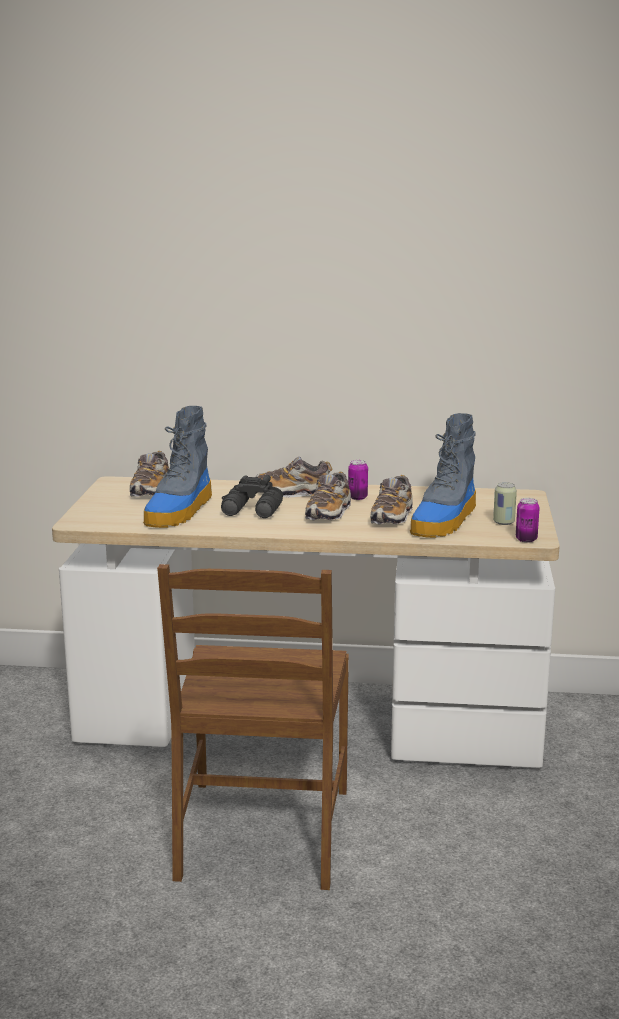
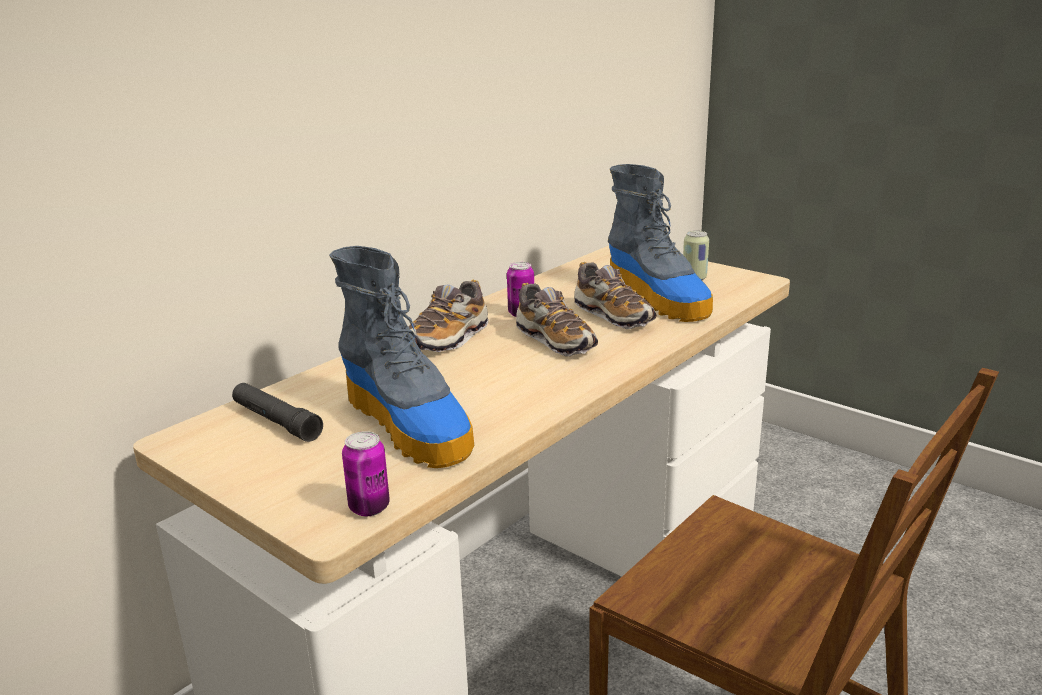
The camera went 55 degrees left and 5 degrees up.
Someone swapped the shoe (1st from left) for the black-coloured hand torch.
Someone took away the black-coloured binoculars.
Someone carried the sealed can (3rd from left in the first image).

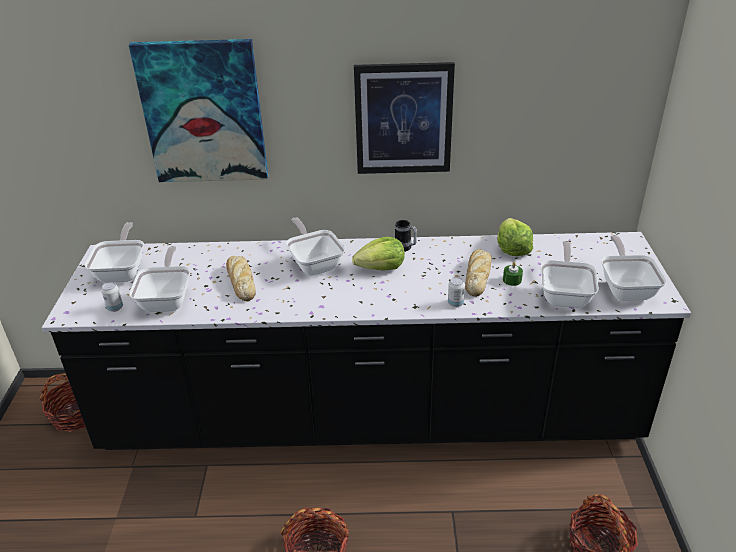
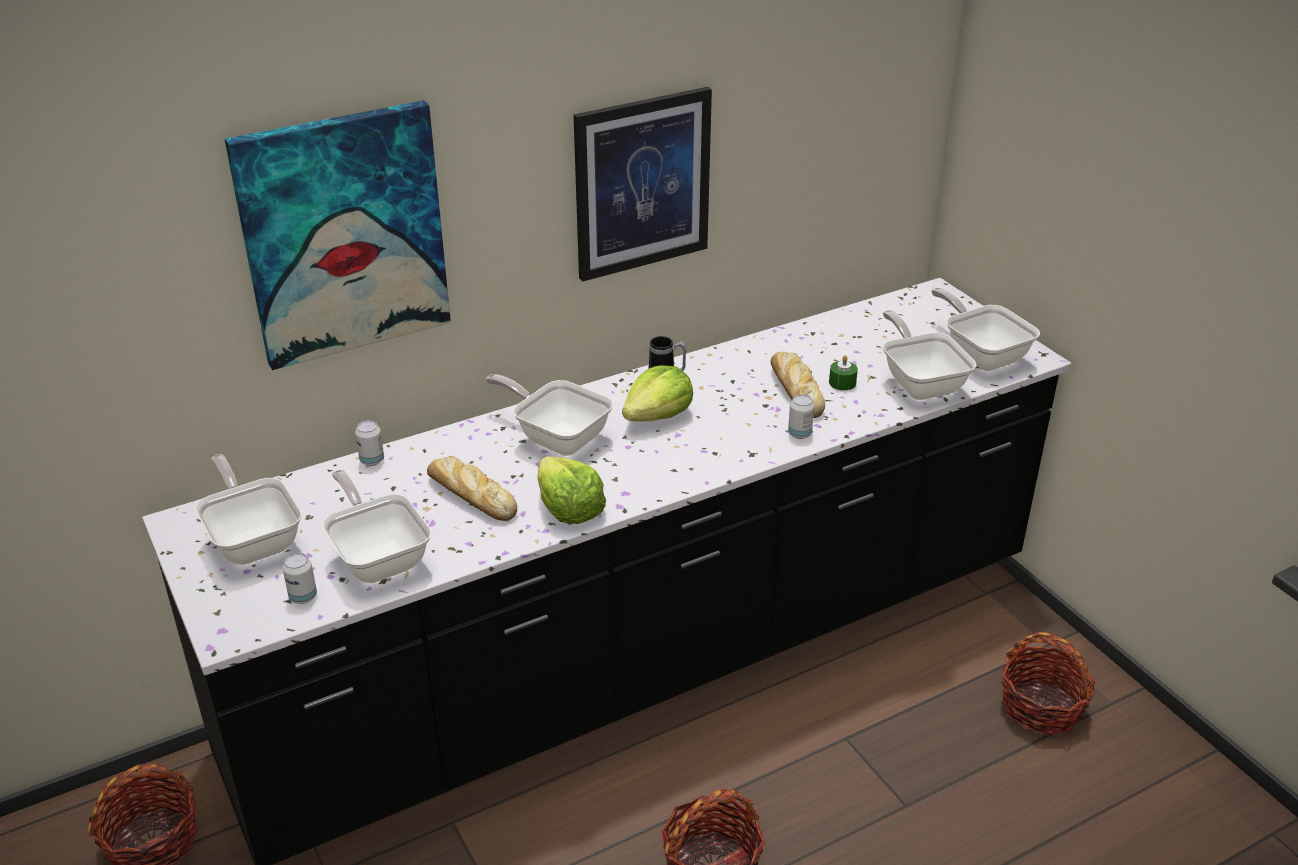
The camera went 30 degrees left and 0 degrees up.
Someone carried the lettuce head (2nd from left in the first image).
Someone put down the sealed can (2nd from left).

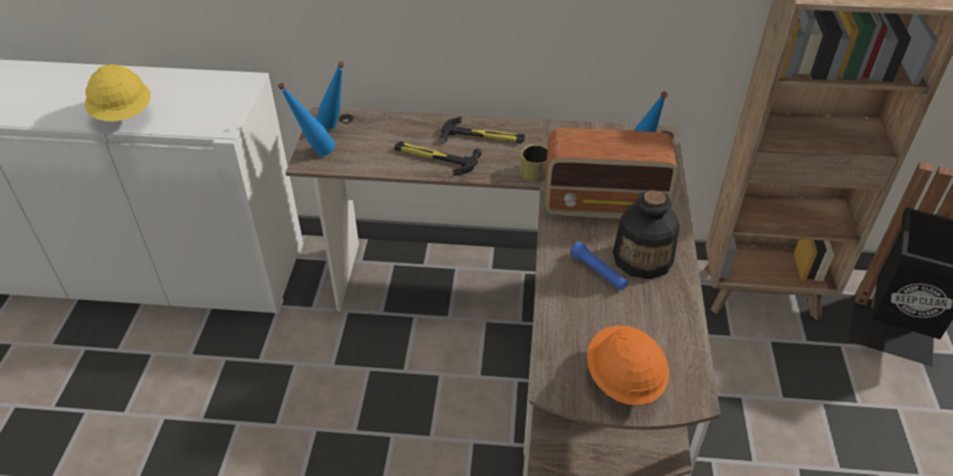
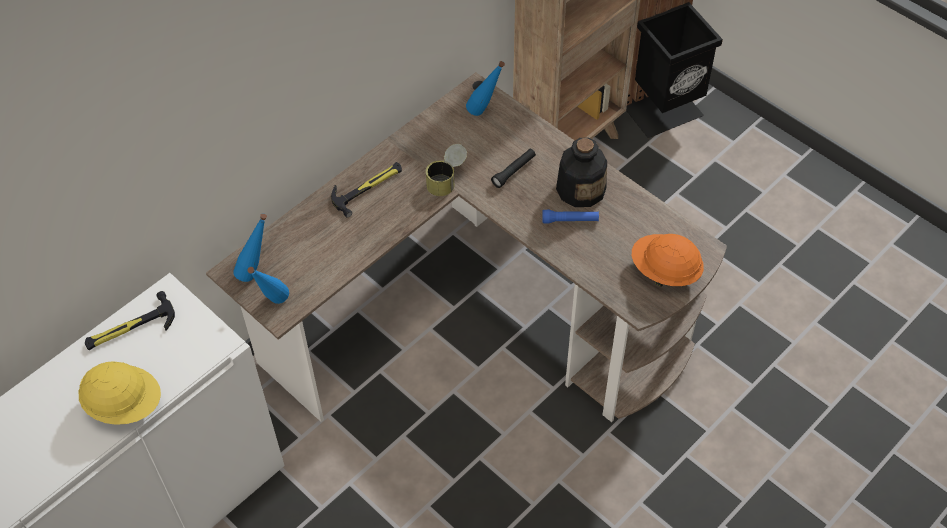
The camera went 50 degrees left and 10 degrees up.
Someone carried the hand hammer (1st from left).
Someone swapped the radio set for the black-coloured hand torch.

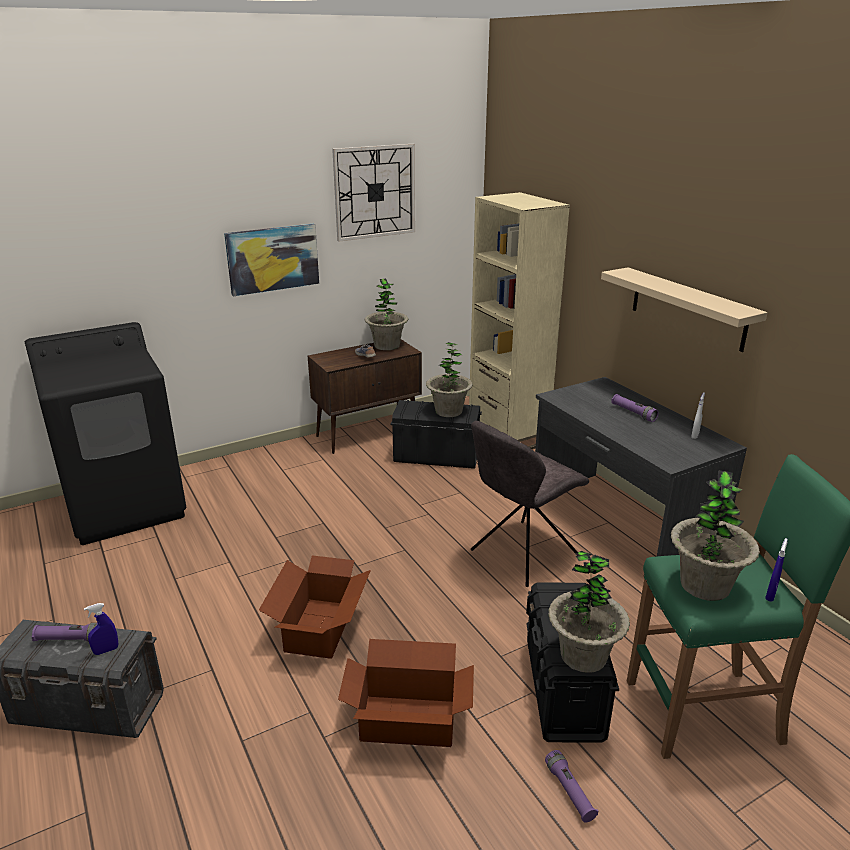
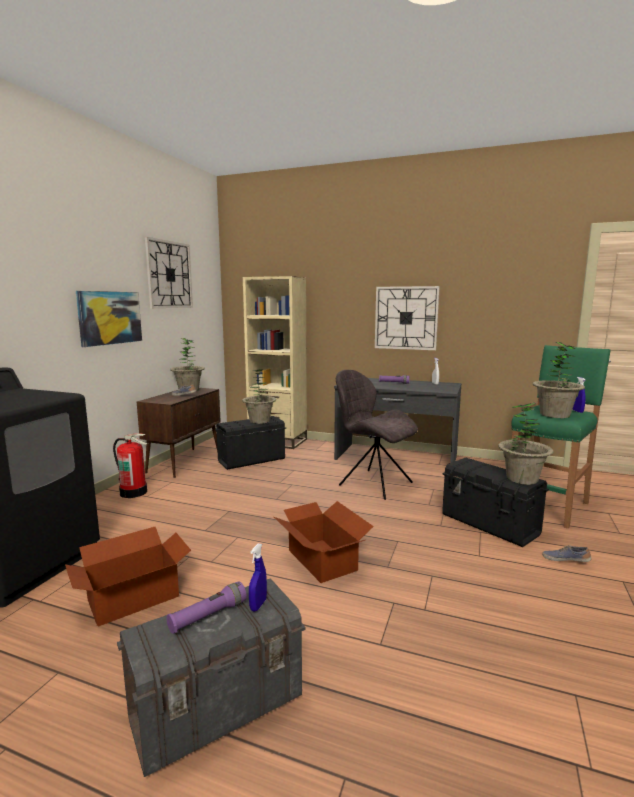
The camera went 40 degrees left and 15 degrees down.
Someone carried the cardboard box (2nd from left in the first image).
Someone rotated the grey upright chair by 120 degrees clockwise.
Someone swapped the purple hand torch (2nd from left) for the shoe (2nd from left).
Someone swapped the sand-coloured bracket shelf for the hanging clock (2nd from left).
Someone put down the fire extinguisher.

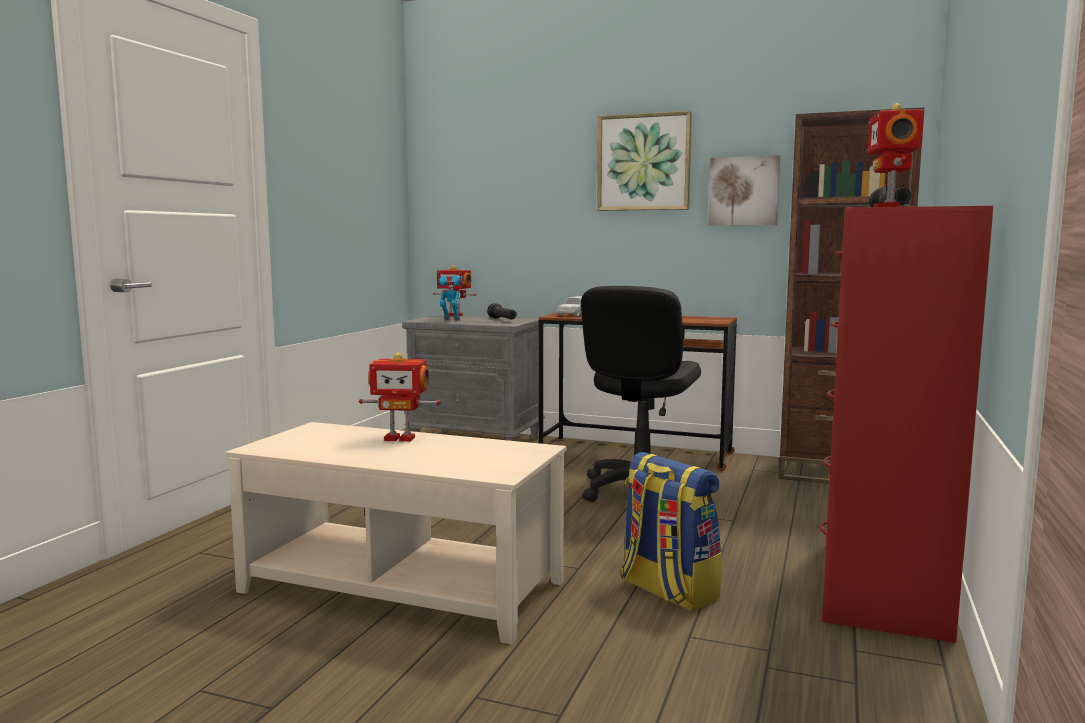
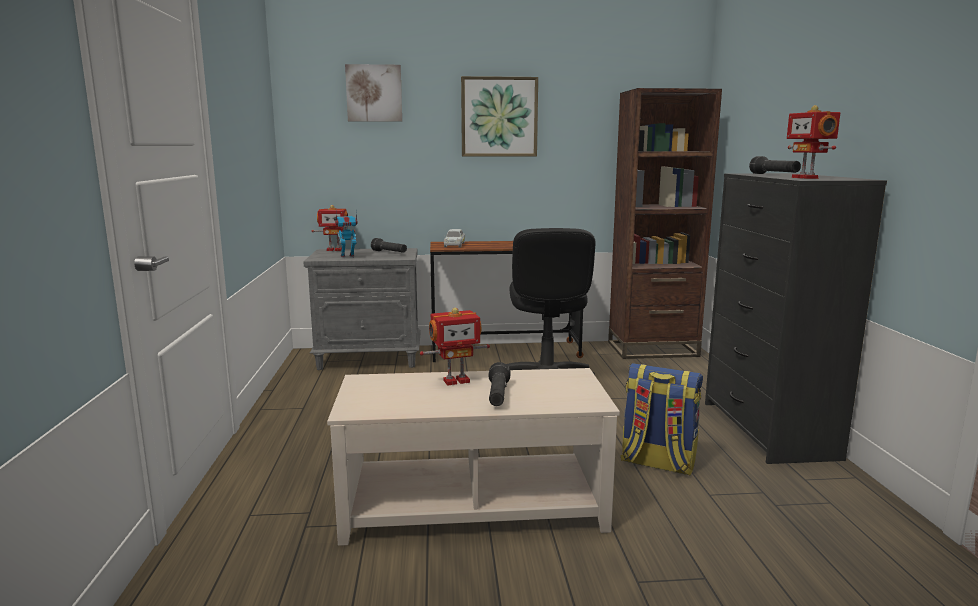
The camera went 25 degrees left and 5 degrees up.
Someone carried the picture (2nd from left in the first image).
Someone repainted the red dresser, which became the black-coloured dresser.
Someone put down the black-coloured hand torch (2nd from left).

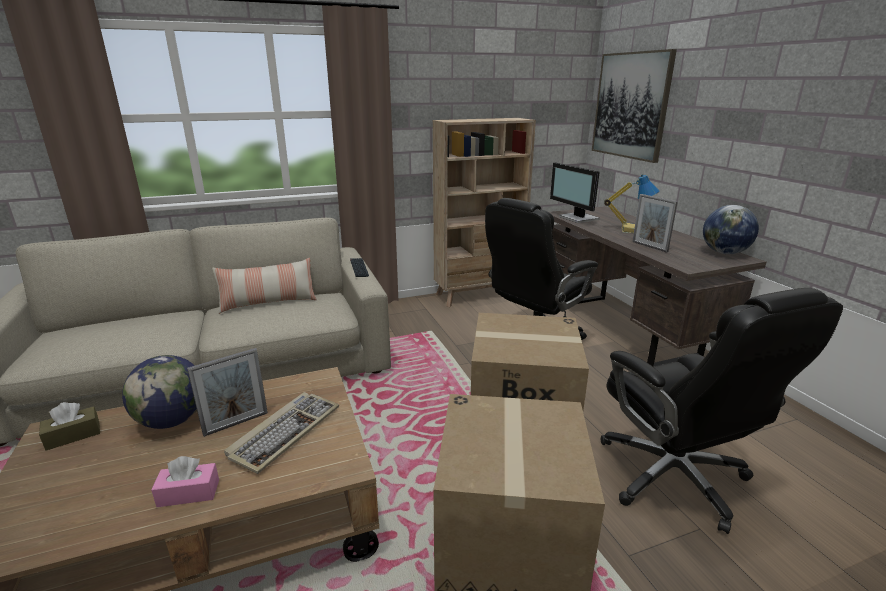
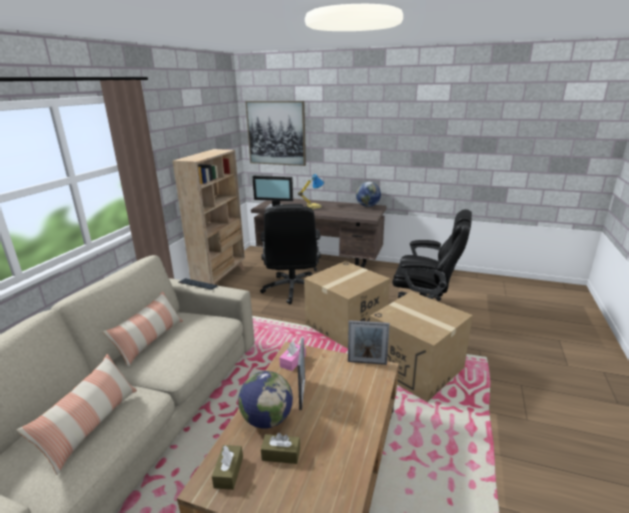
The camera went 50 degrees left and 0 degrees up.
Someone carried the pink-coloured tissue box.
Someone took away the keyboard (1st from left).
Someone carried the standing frame (2nd from left).
Someone put down the throw pillow (1st from left).
Someone put down the brownish tissue box (2nd from left).

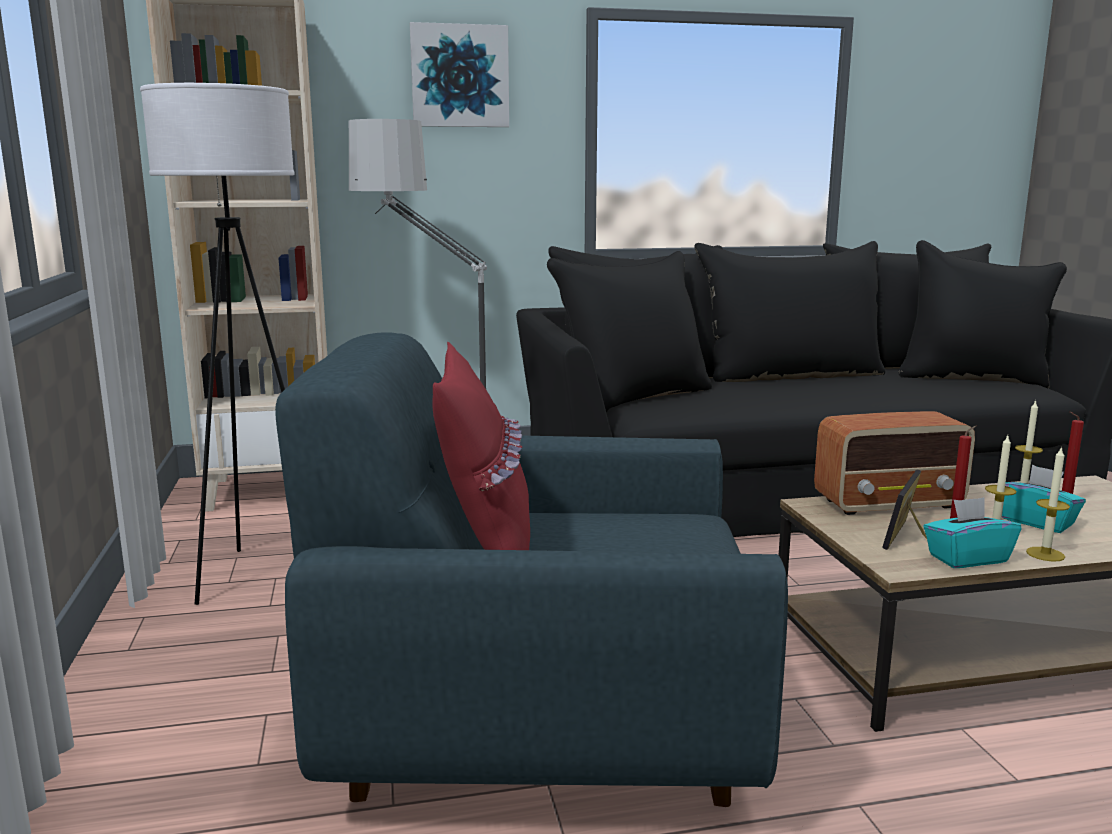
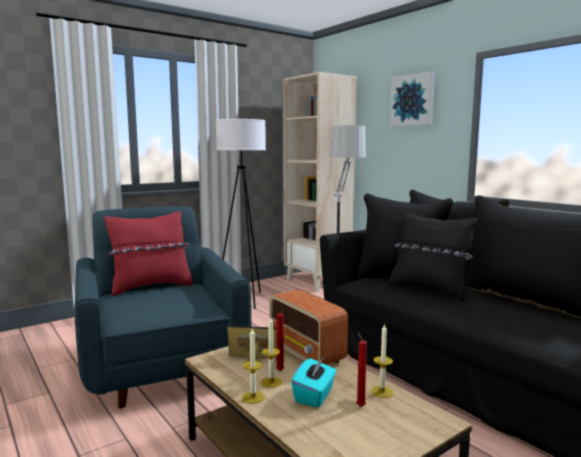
The camera went 65 degrees right and 5 degrees down.
Someone took away the turquoise-coloured tissue box (1st from left).
Someone put down the black-coloured throw pillow.

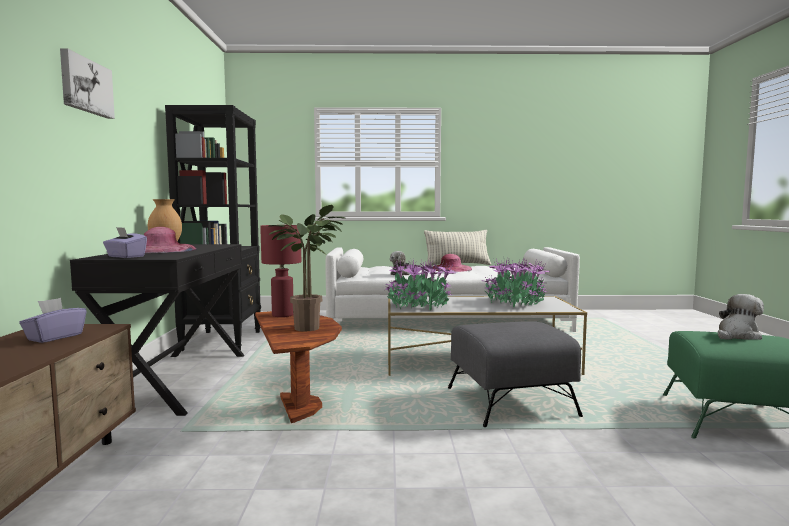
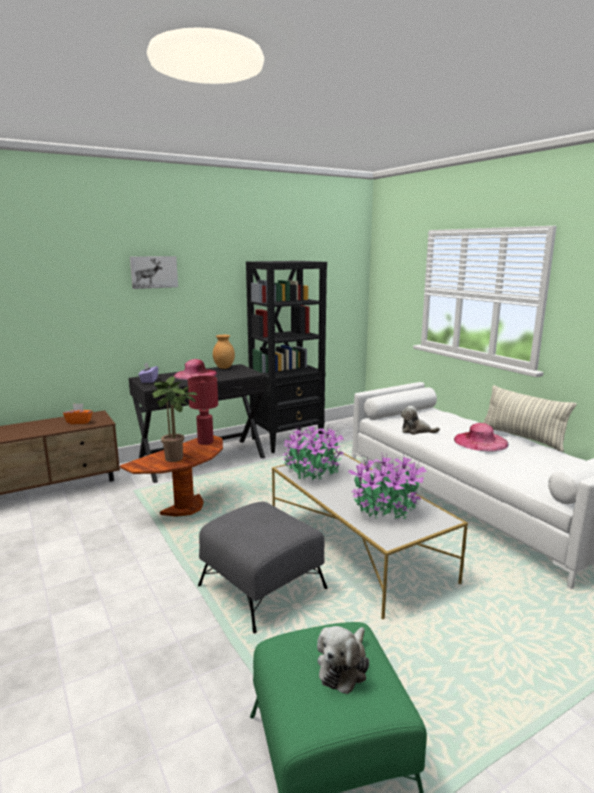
The camera went 60 degrees right and 10 degrees up.
Someone repainted the purple tissue box (1st from left), which became the orangey tissue box.
Someone rotated the cuddly toy (2nd from left in the first image) by 90 degrees clockwise.

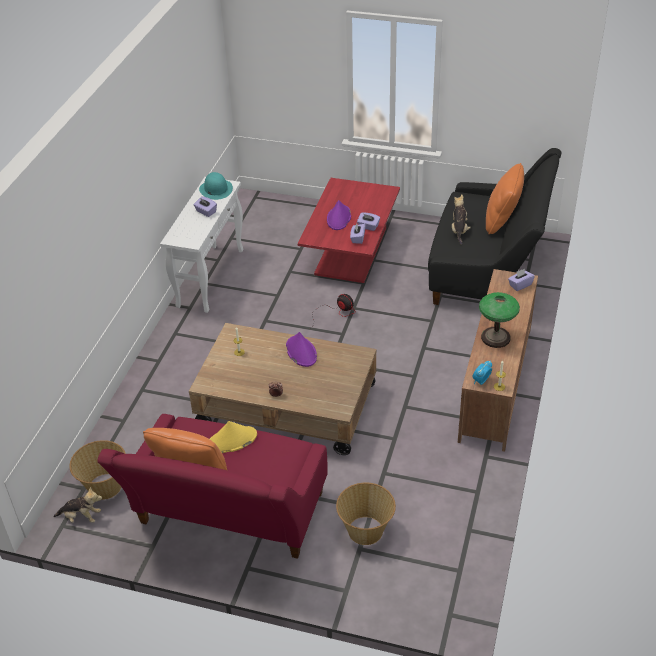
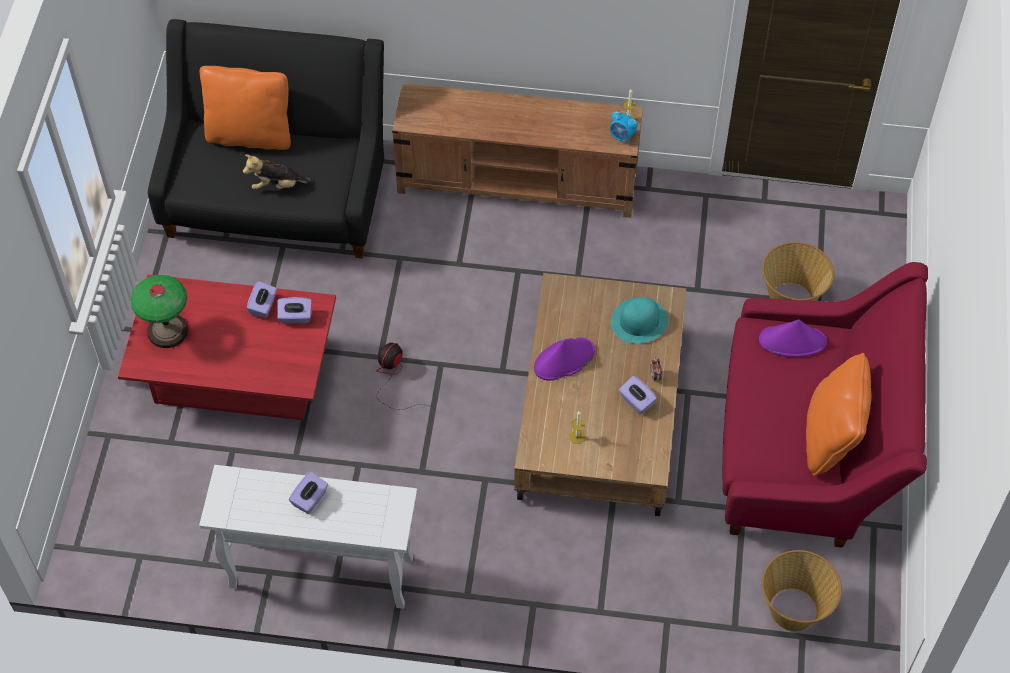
The camera went 100 degrees left and 15 degrees up.
Someone took away the cuddly toy (1st from left).
Someone carried the turquoise-coloured hat.
Someone took away the yellow hat.
Someone carried the purple hat (2nd from left).
Someone carried the lamp for a table.
Someone carried the purple tissue box (4th from left).

